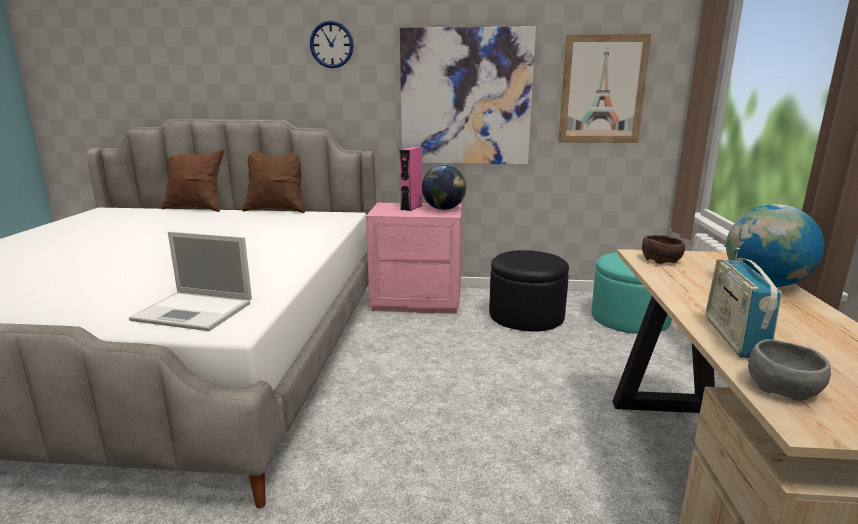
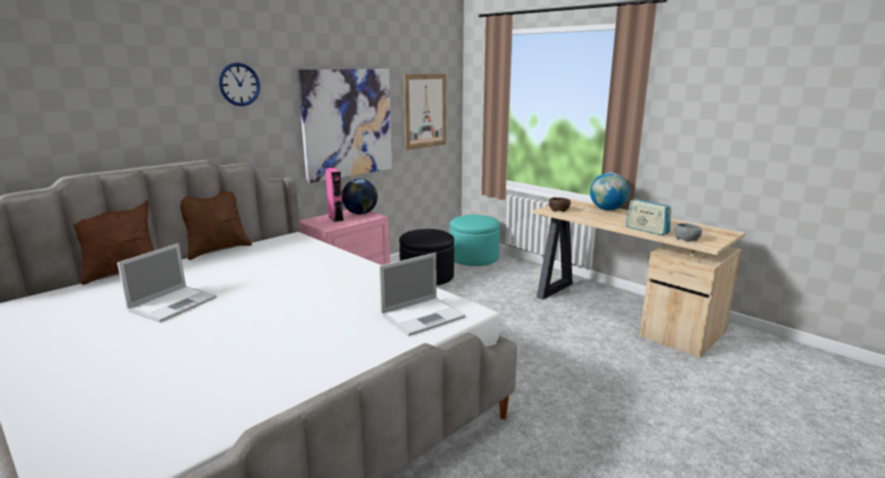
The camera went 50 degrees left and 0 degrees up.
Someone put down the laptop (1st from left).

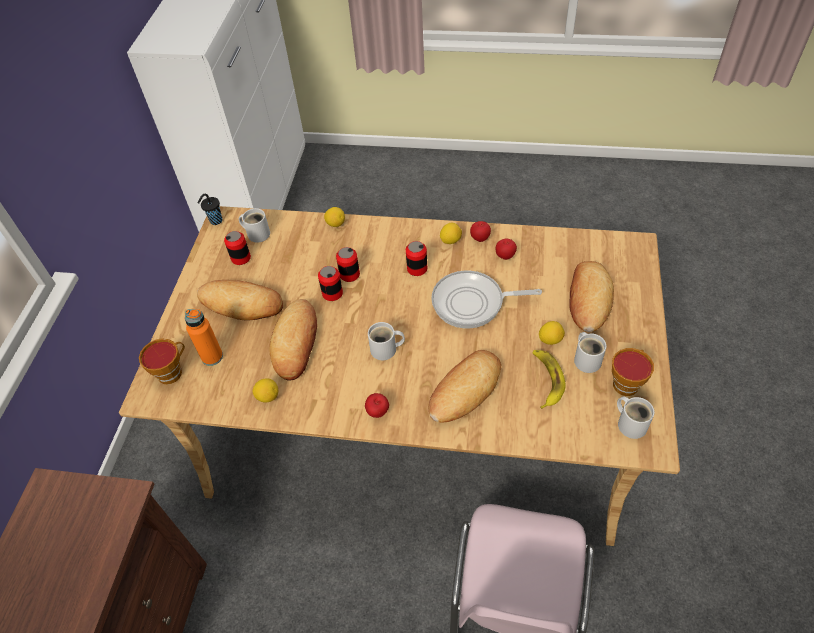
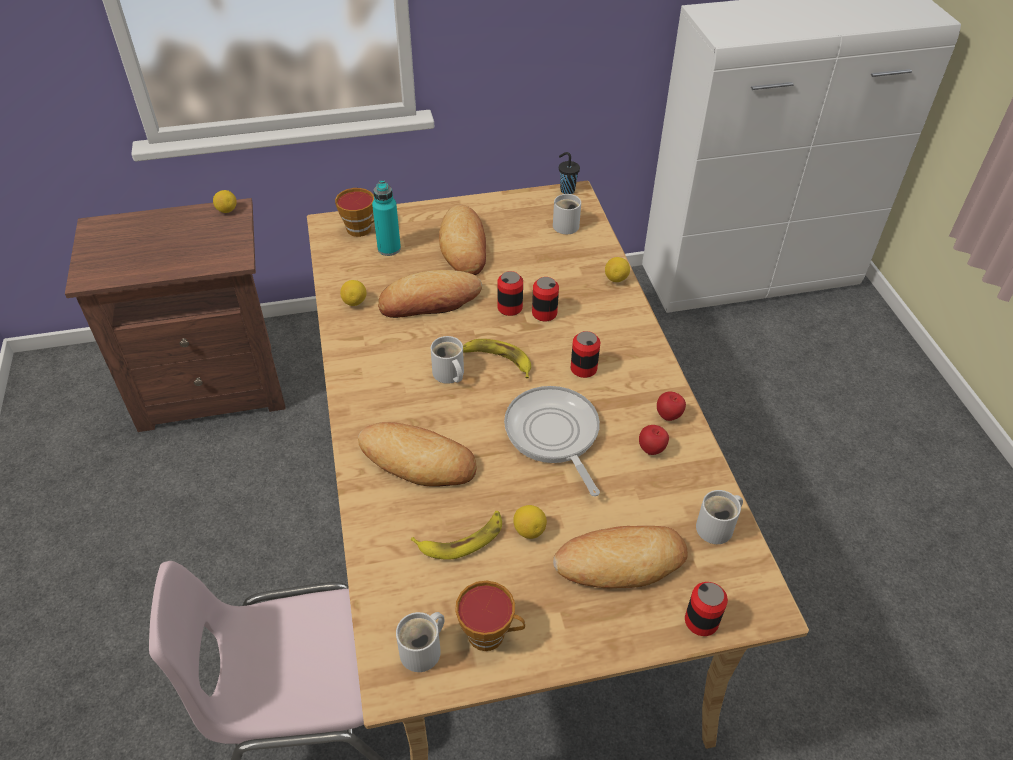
The camera went 65 degrees right and 5 degrees down.
Someone repainted the orangey beverage bottle, which became the turquoise-coloured beverage bottle.
Someone carried the sealed can (1st from left in the first image).
Someone took away the apple fruit (1st from left).
Someone carried the lemon (3rd from left in the first image).
Someone carried the whitish mug (3rd from left in the first image).
Someone put down the banana fruit (2nd from left).

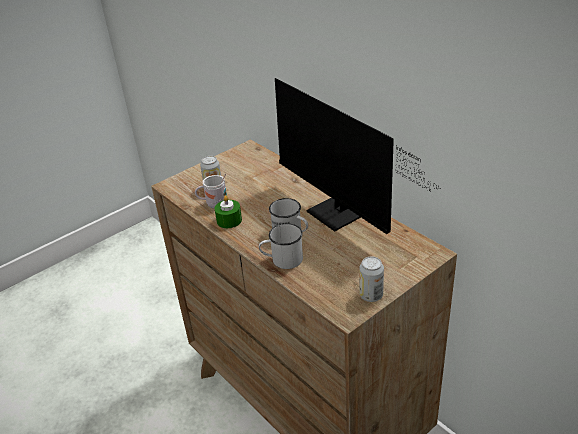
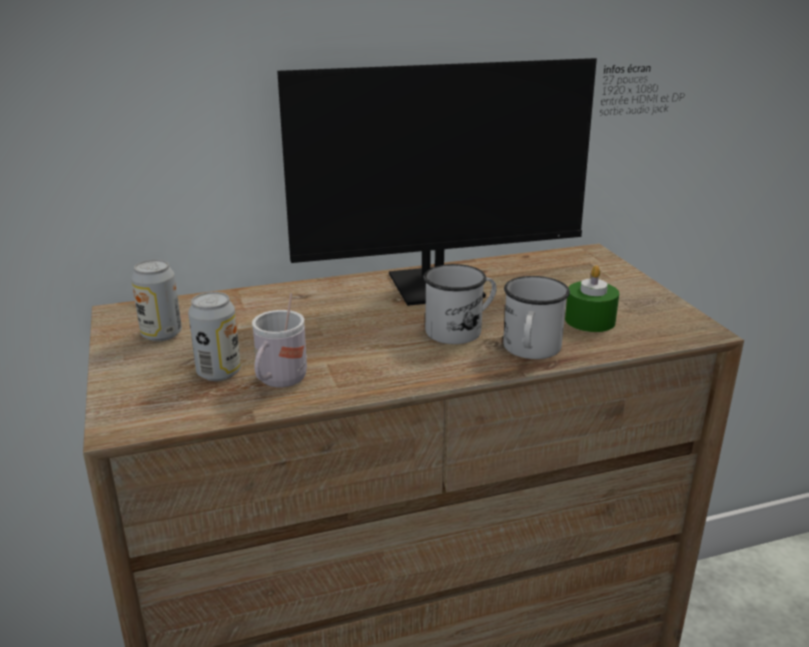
The camera went 70 degrees left and 10 degrees down.
Someone carried the green-coloured candle.
Someone carried the sealed can (2nd from left in the first image).

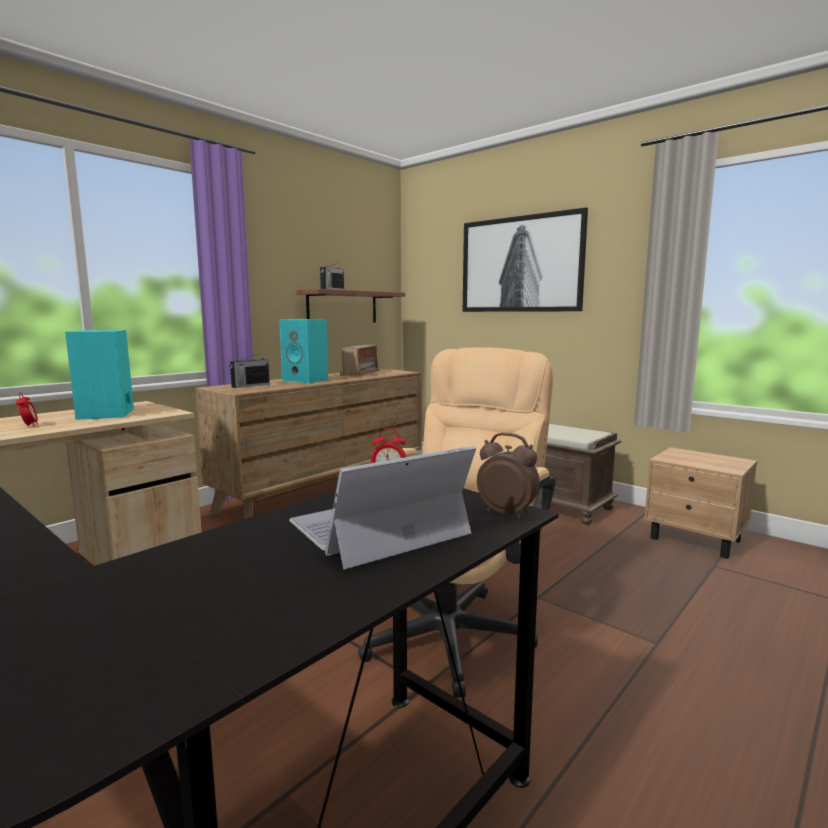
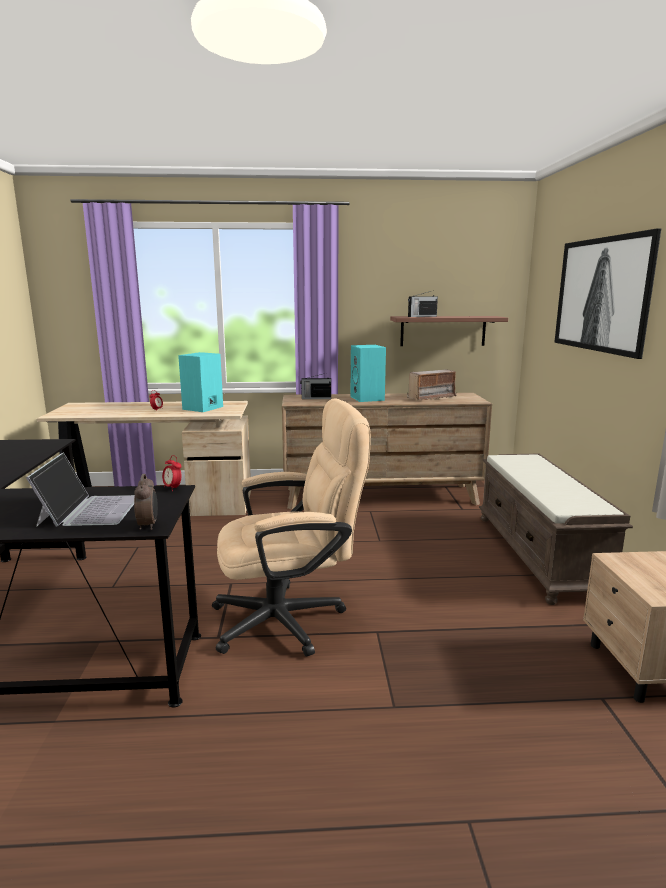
The camera went 45 degrees right and 5 degrees up.
Someone rotated the laptop by 75 degrees clockwise.

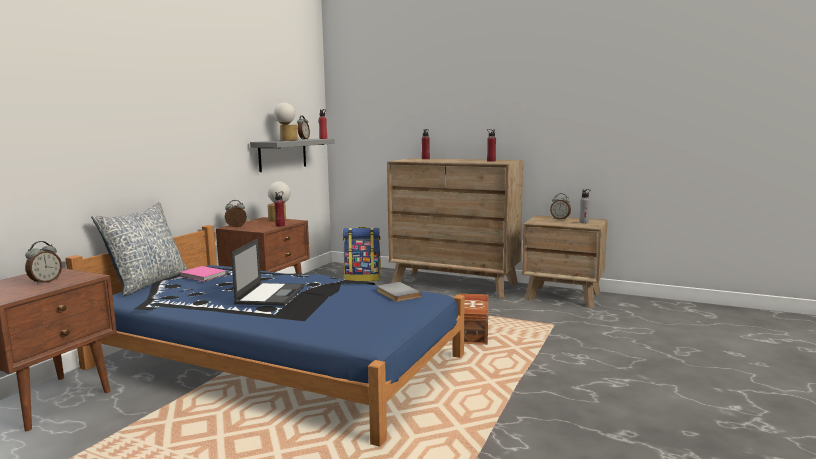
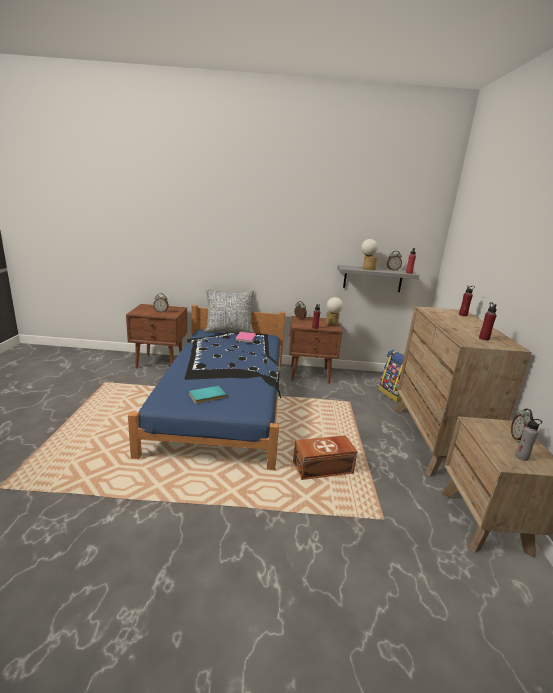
The camera went 65 degrees right and 10 degrees up.
Someone took away the laptop.
Someone took away the grey book.
Someone put down the turquoise-coloured book.

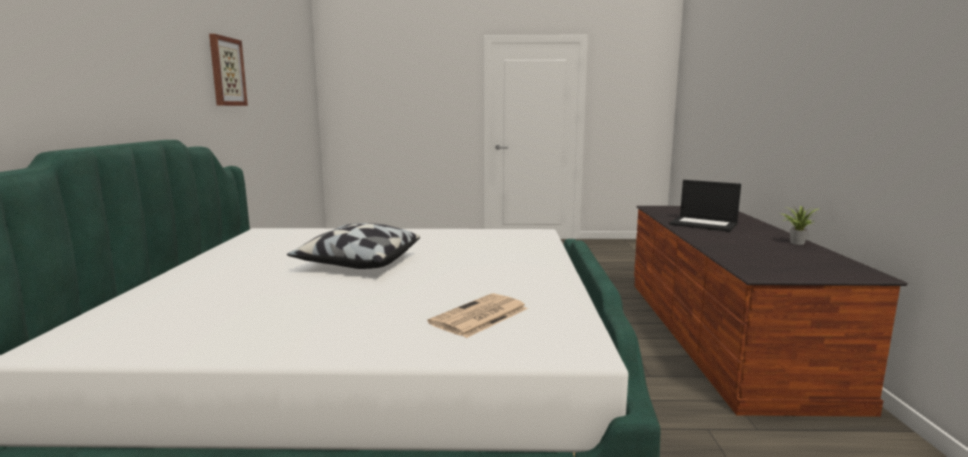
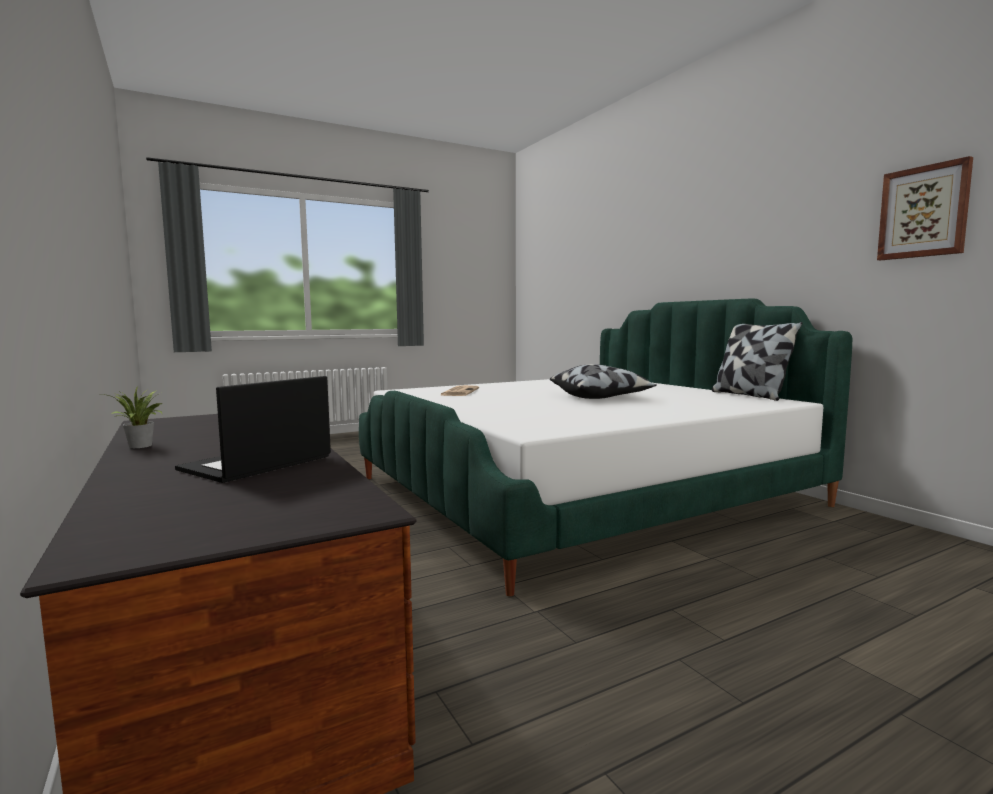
The camera went 150 degrees right and 5 degrees down.
Someone rotated the laptop by 60 degrees counterclockwise.
Someone put down the throw pillow (2nd from left).

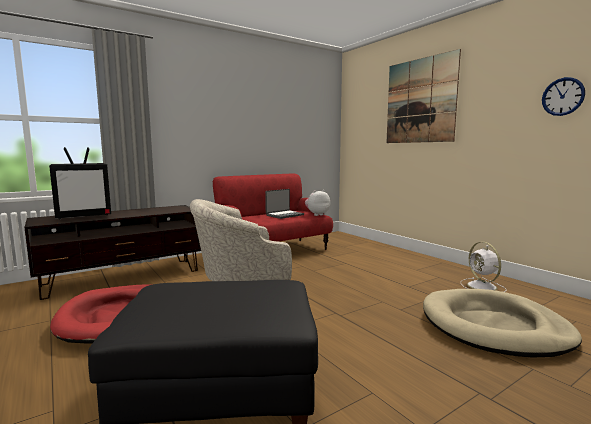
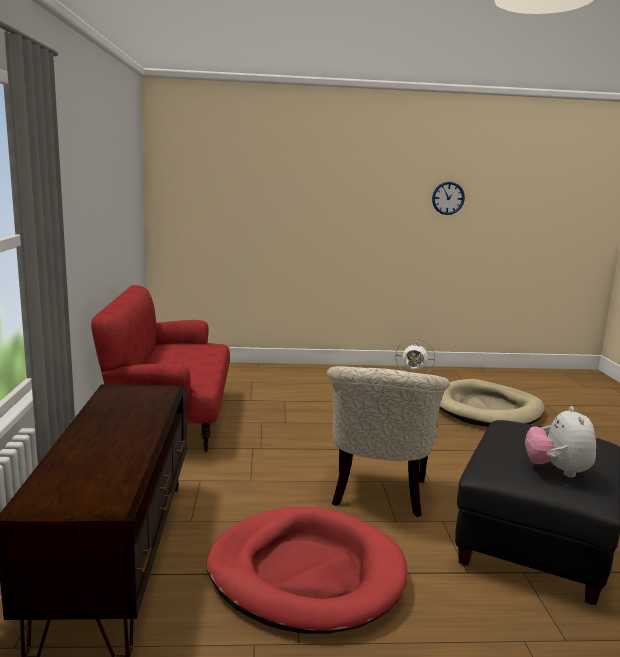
The camera went 60 degrees left and 5 degrees up.
Someone took away the TV.
Someone took away the laptop.
Someone carried the cuddly toy.
Someone took away the picture.

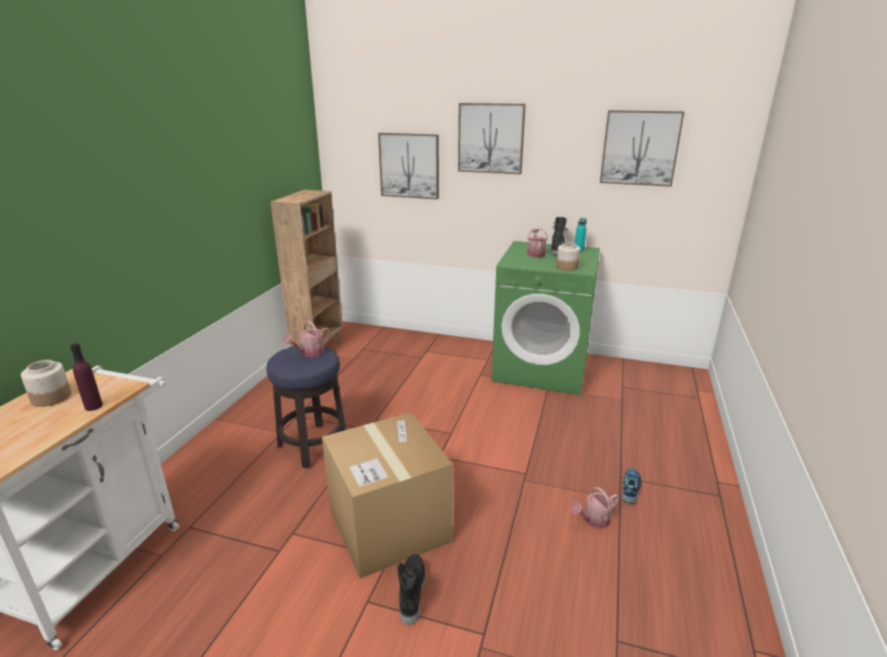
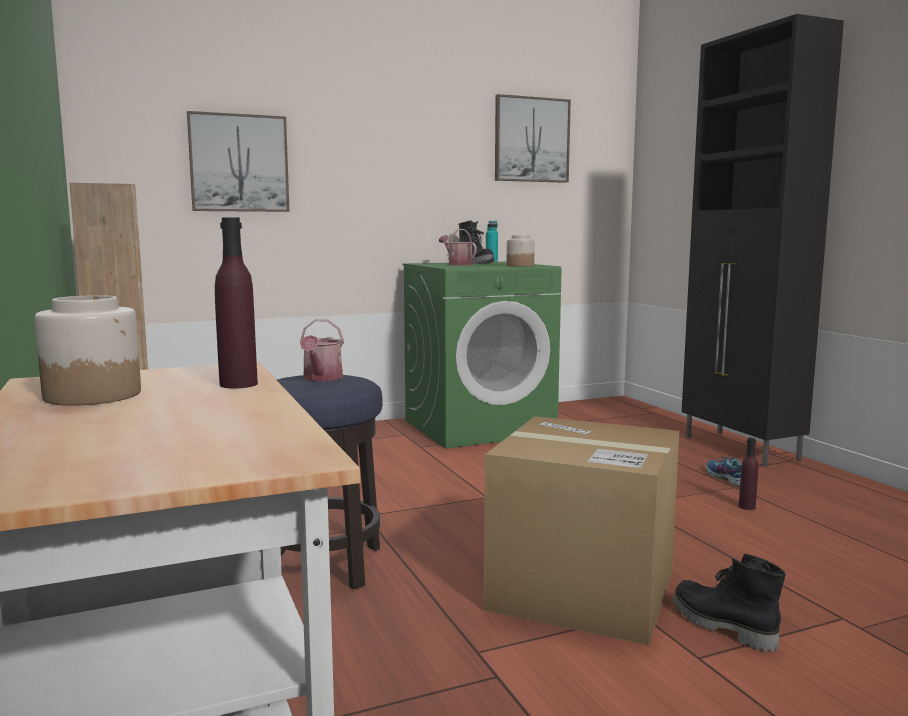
The camera went 40 degrees left and 15 degrees down.
Someone took away the picture (2nd from left).
Someone swapped the watering pot (3rd from left) for the purple beverage bottle (2nd from left).
Someone put down the black-coloured cupboard.

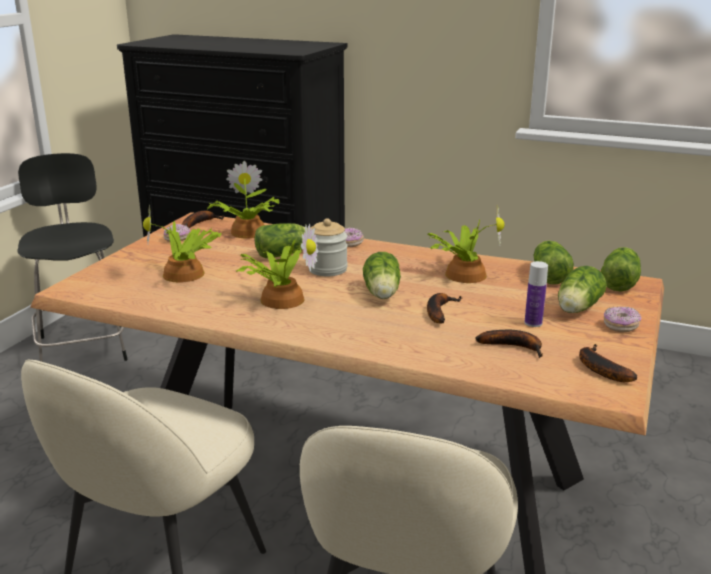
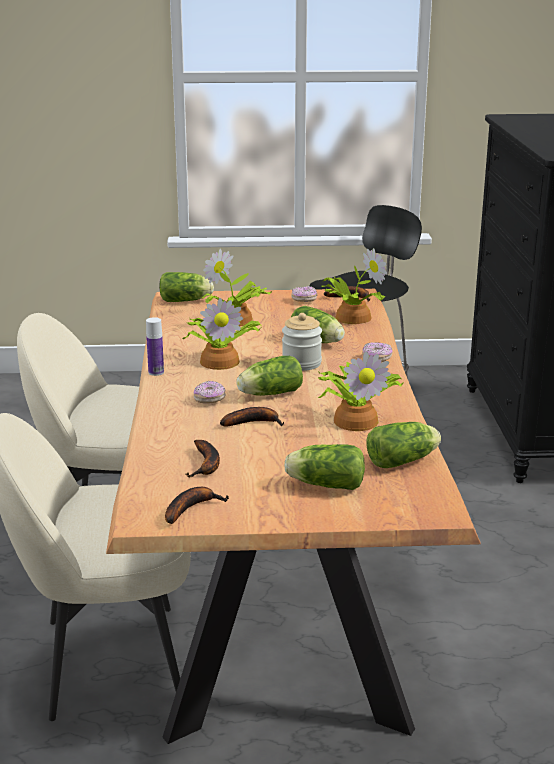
The camera went 65 degrees right and 0 degrees up.
Someone carried the beverage bottle.
Someone carried the lettuce head (5th from left in the first image).
Someone carried the donut (3rd from left in the first image).

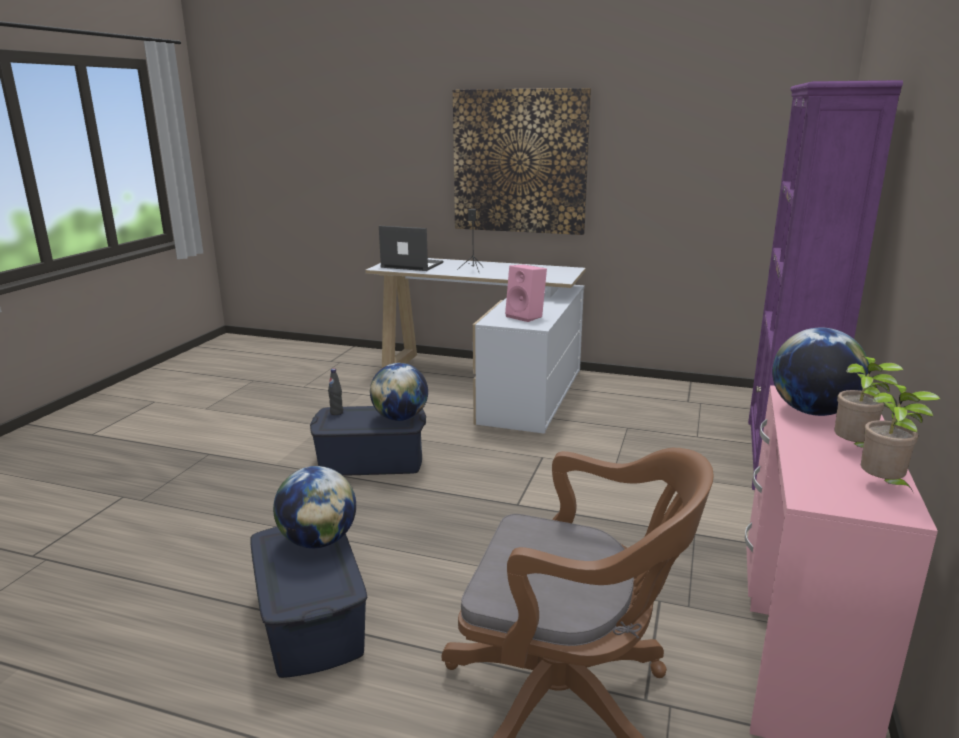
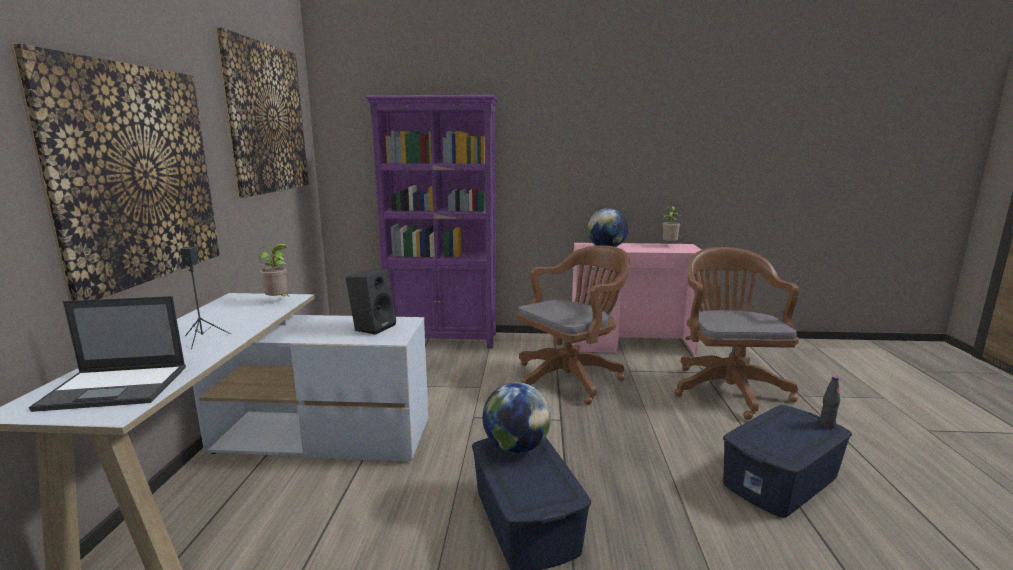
The camera went 105 degrees left and 5 degrees down.
Someone took away the world globe (1st from left).
Someone carried the black-coloured beverage bottle.
Someone rotated the laptop by 105 degrees counterclockwise.
Someone repainted the pink-coloured loudspeaker, which became the black-coloured loudspeaker (2nd from left).
Someone carried the plant in a pot (1st from left).
Someone put up the picture (2nd from left).
Someone put down the brownish desk chair (1st from left).

